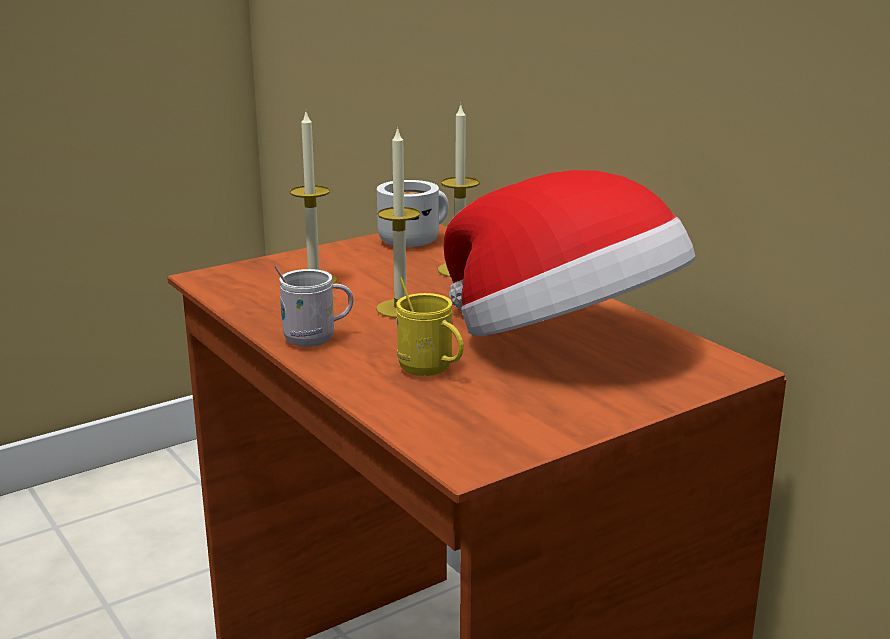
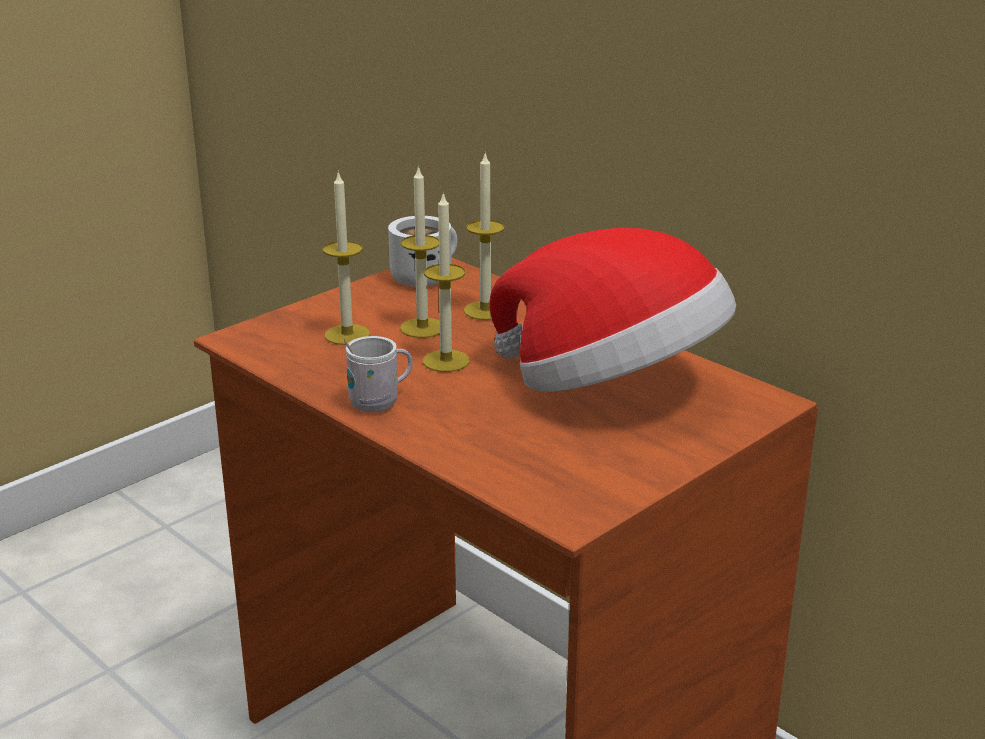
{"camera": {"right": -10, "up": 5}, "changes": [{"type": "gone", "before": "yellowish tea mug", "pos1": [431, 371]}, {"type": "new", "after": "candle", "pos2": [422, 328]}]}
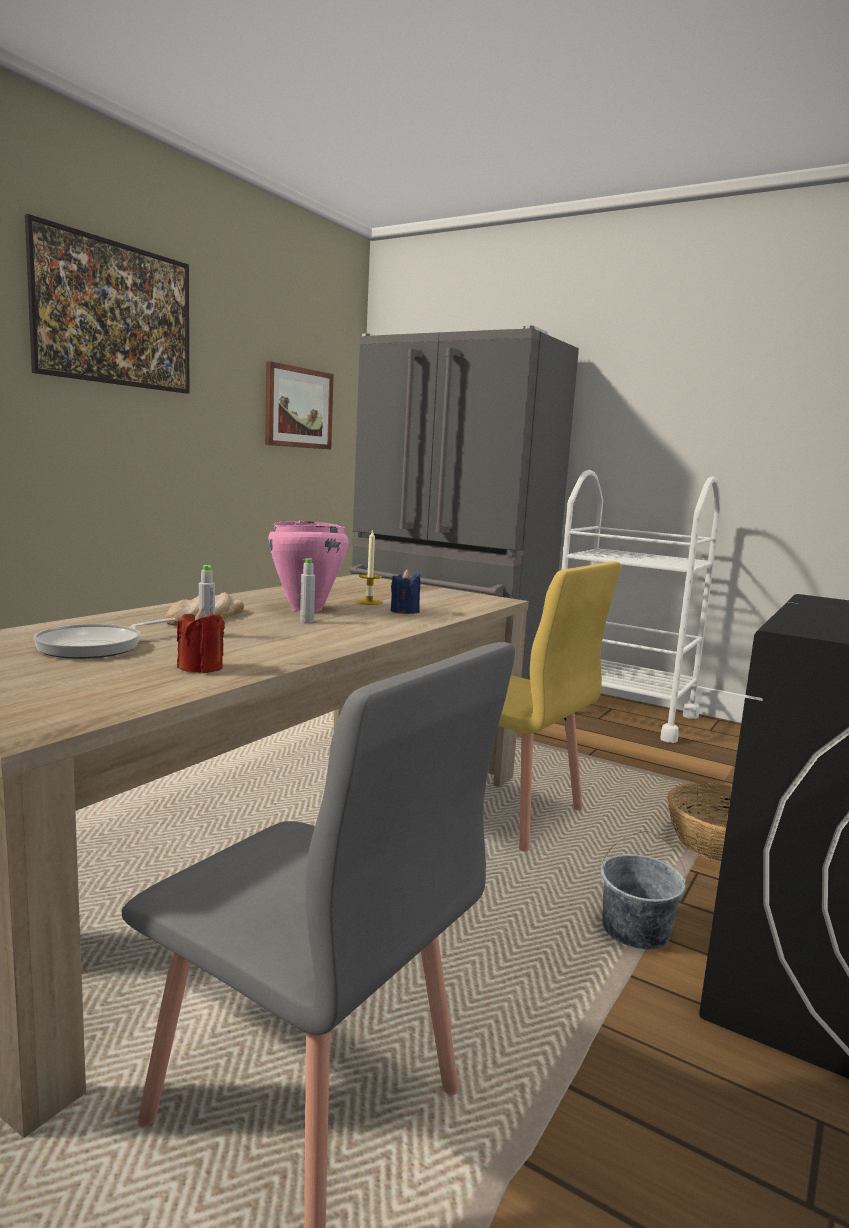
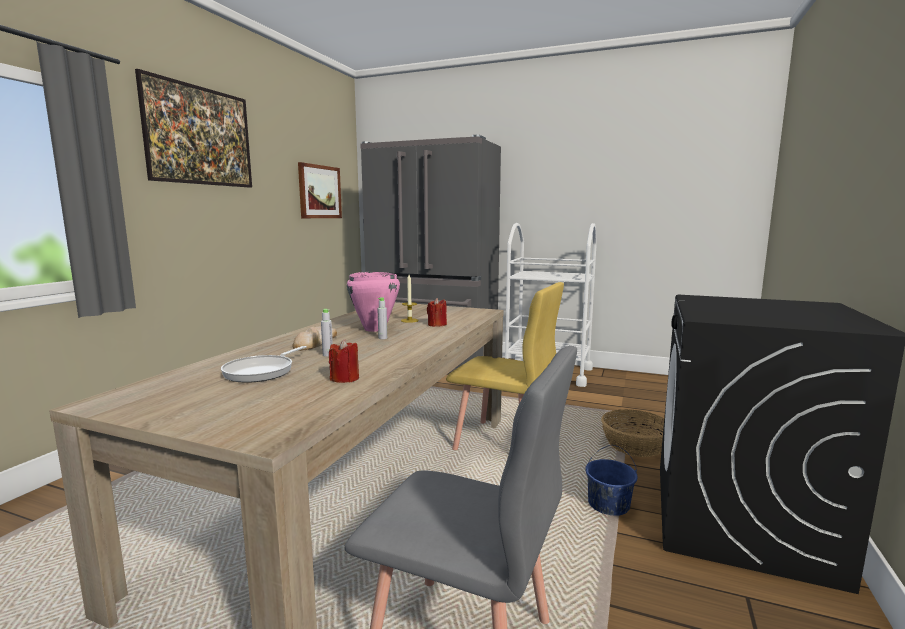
{"camera": {"right": -10, "up": 0}, "changes": [{"type": "repainted", "before": "blue-coloured candle", "after": "red candle", "pos1": [404, 611], "pos2": [437, 325]}, {"type": "repainted", "before": "greyish pail", "after": "blue-coloured pail", "pos1": [635, 930], "pos2": [608, 504]}]}
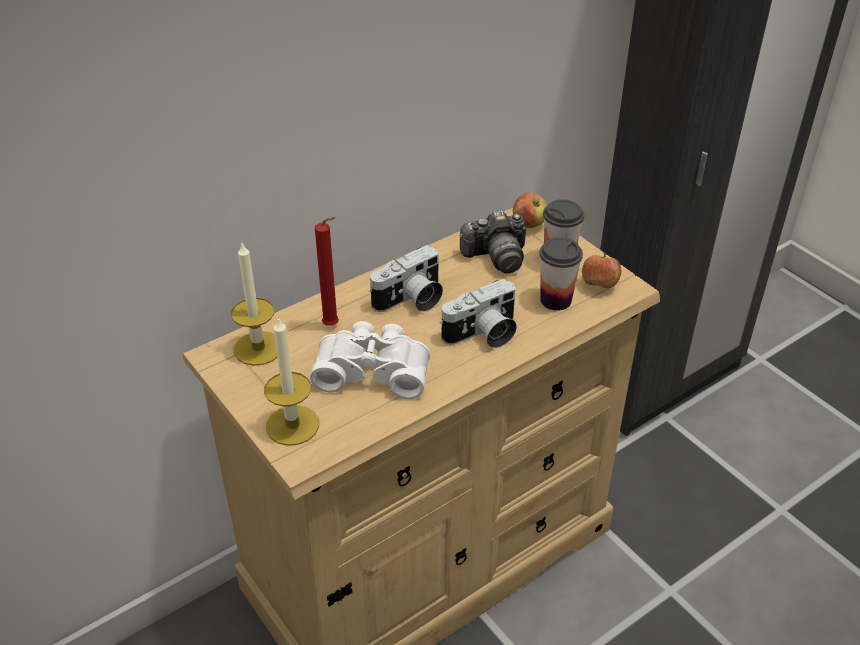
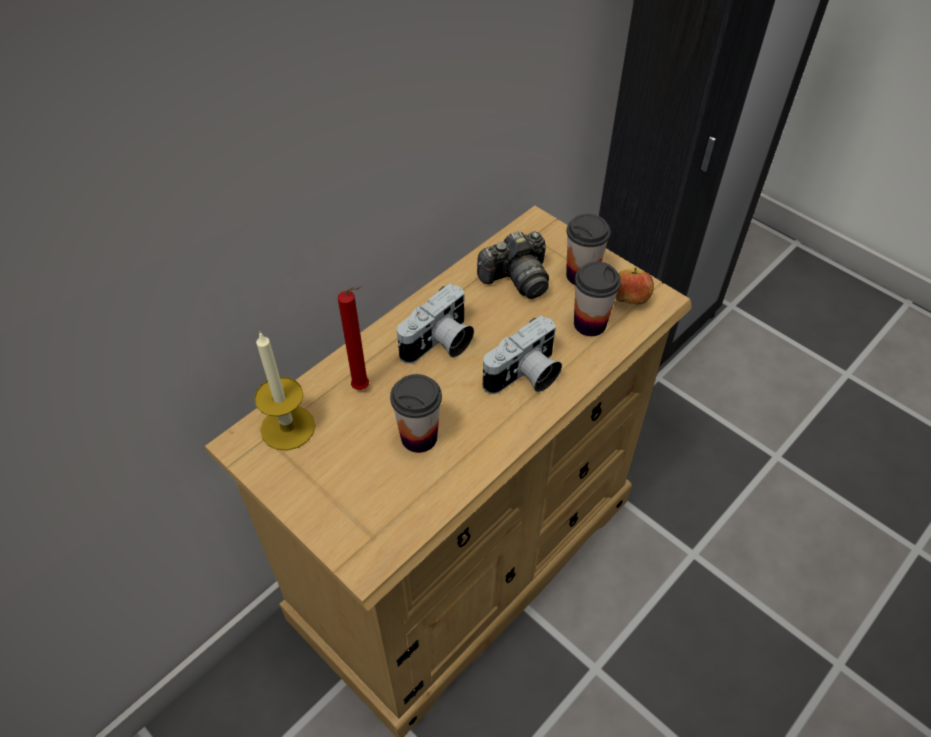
{"camera": {"right": -10, "up": 10}, "changes": [{"type": "gone", "before": "candle", "pos1": [292, 425]}, {"type": "gone", "before": "whole apple", "pos1": [529, 224]}, {"type": "swapped", "before": "white-coloured field glasses", "after": "drinking cup", "pos1": [373, 370], "pos2": [419, 437]}]}
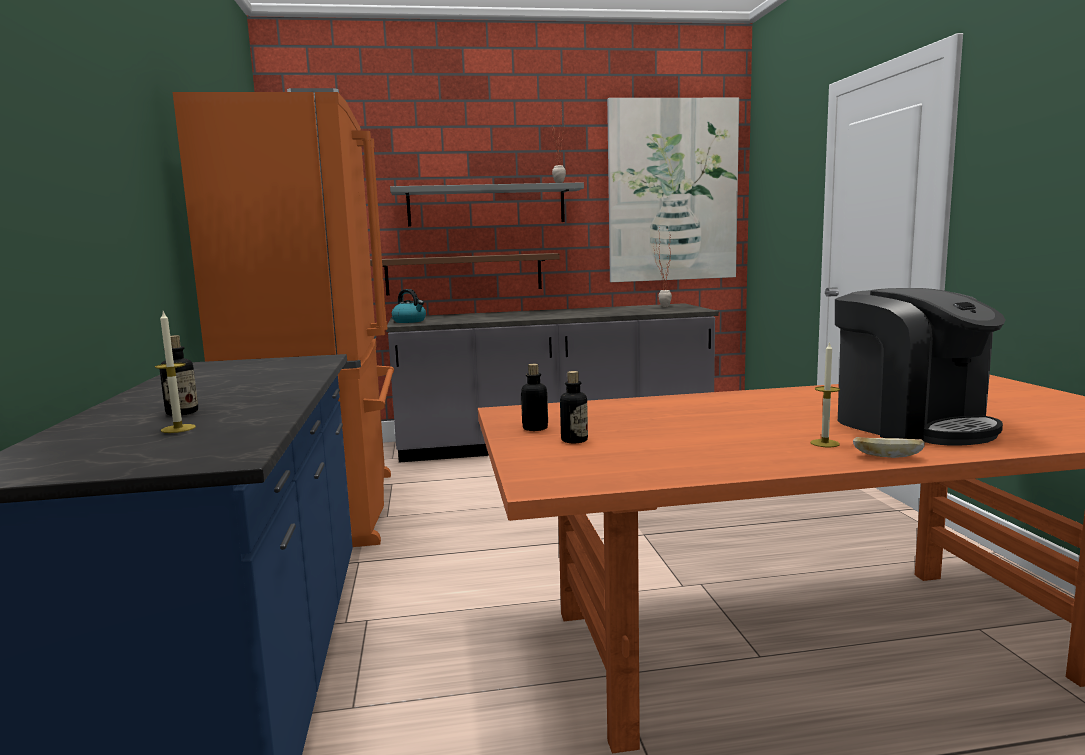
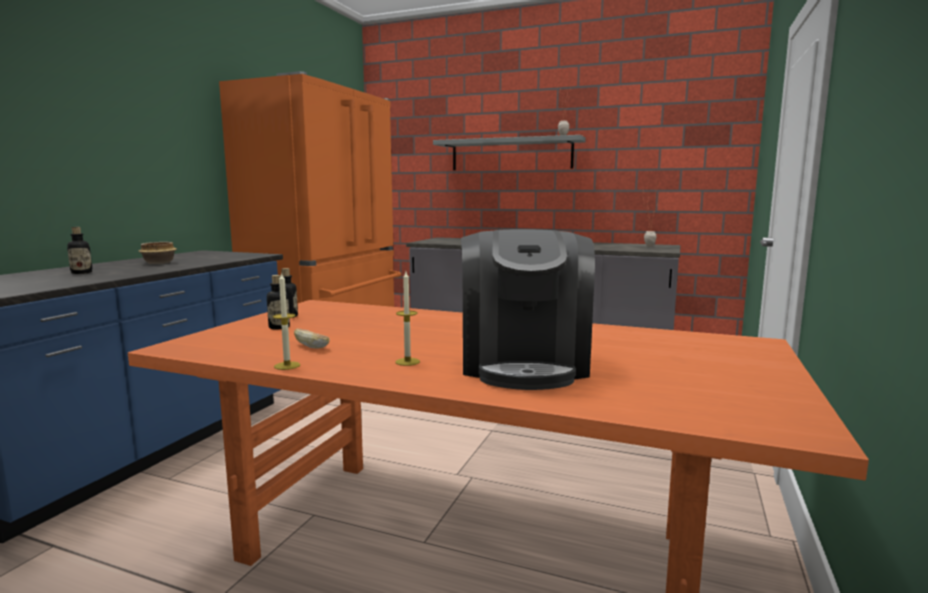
{"camera": {"right": 30, "up": 0}, "changes": [{"type": "gone", "before": "brown-coloured wall shelf", "pos1": [464, 274]}, {"type": "gone", "before": "tea kettle", "pos1": [410, 321]}, {"type": "gone", "before": "wall art", "pos1": [672, 191]}, {"type": "new", "after": "bowl", "pos2": [160, 262]}, {"type": "shifted", "before": "candle", "pos1": [178, 429], "pos2": [287, 365]}, {"type": "shifted", "before": "bread", "pos1": [887, 457], "pos2": [312, 347]}]}
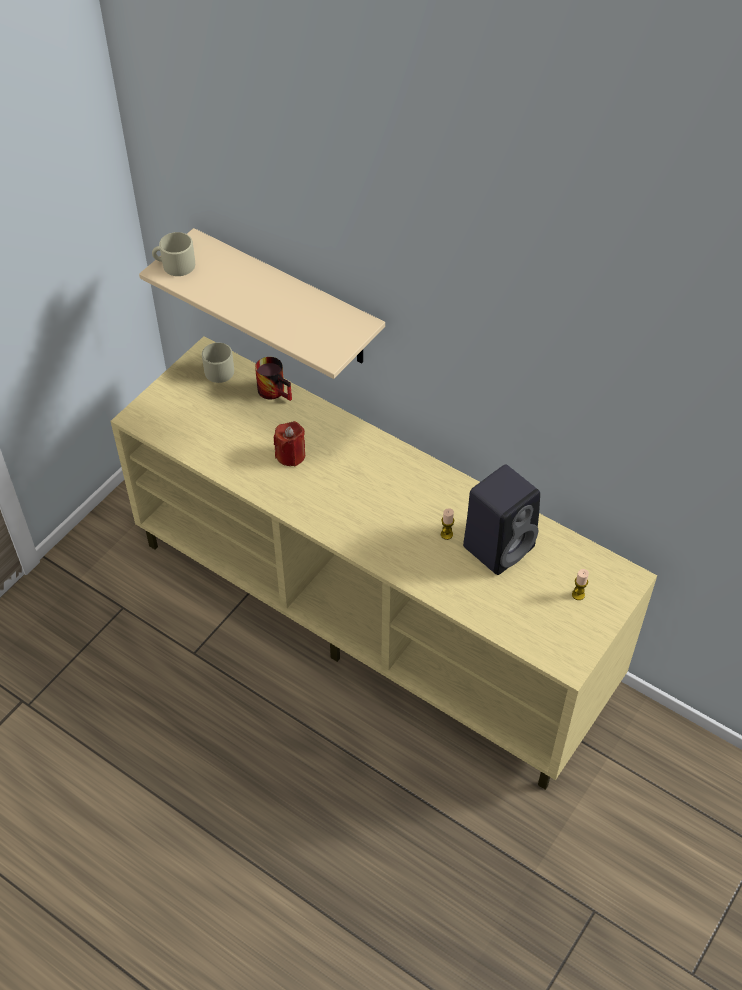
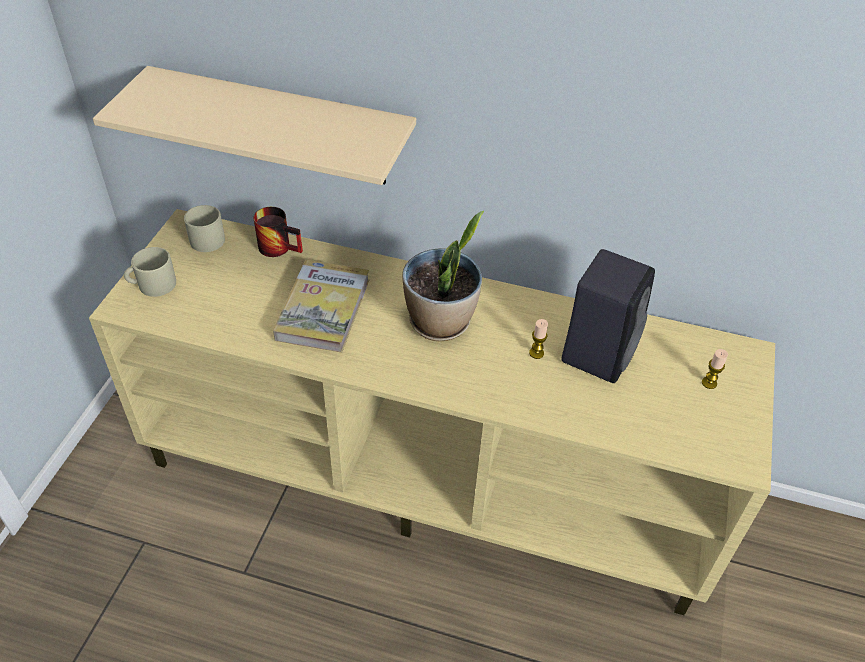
{"camera": {"right": -20, "up": -5}, "changes": [{"type": "new", "after": "potted plant", "pos2": [440, 323]}, {"type": "shifted", "before": "beige-coloured tea mug", "pos1": [174, 265], "pos2": [152, 284]}, {"type": "swapped", "before": "red candle", "after": "bound book", "pos1": [290, 455], "pos2": [323, 309]}]}
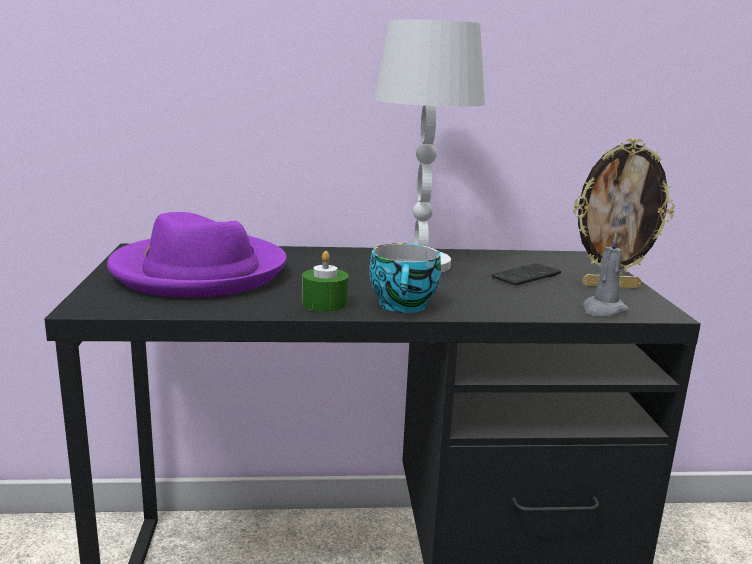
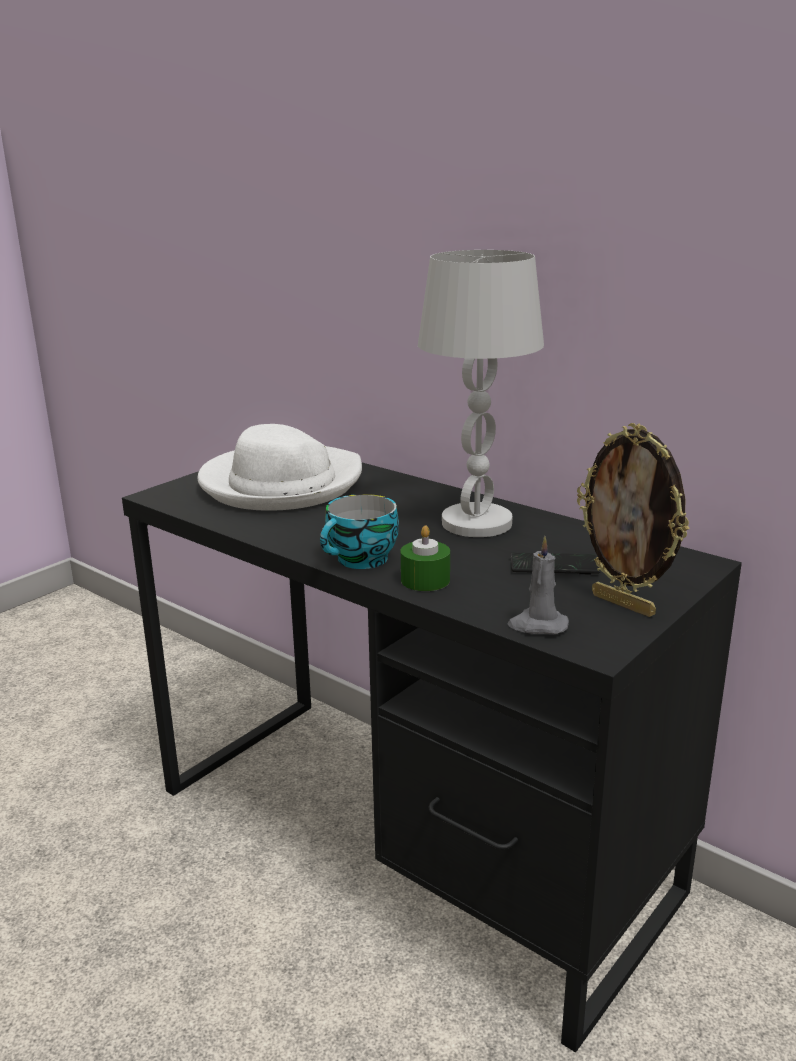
{"camera": {"right": 45, "up": 5}, "changes": [{"type": "shifted", "before": "green-coloured candle", "pos1": [324, 303], "pos2": [425, 580]}, {"type": "repainted", "before": "purple-coloured wearable hat", "after": "white-coloured wearable hat", "pos1": [199, 272], "pos2": [281, 483]}]}
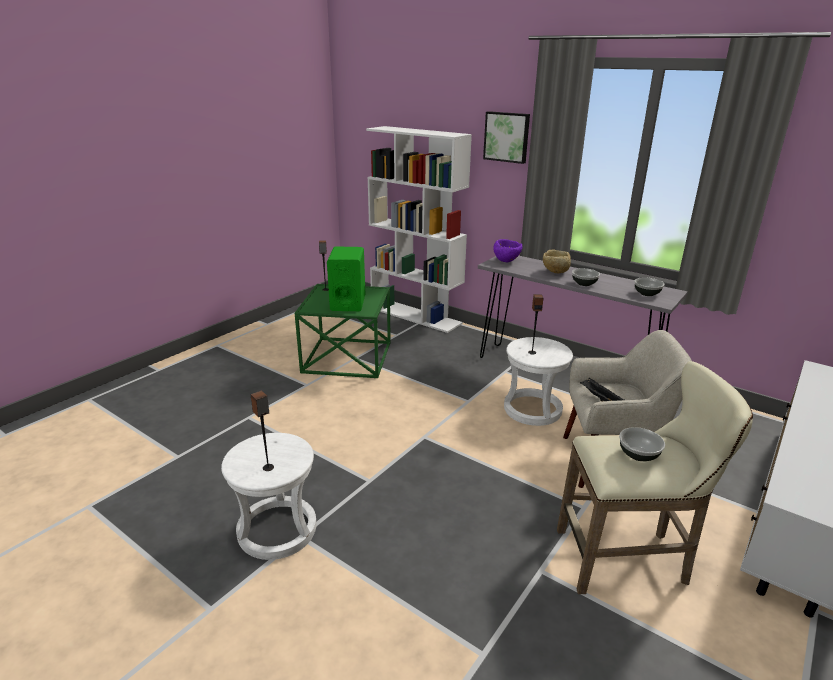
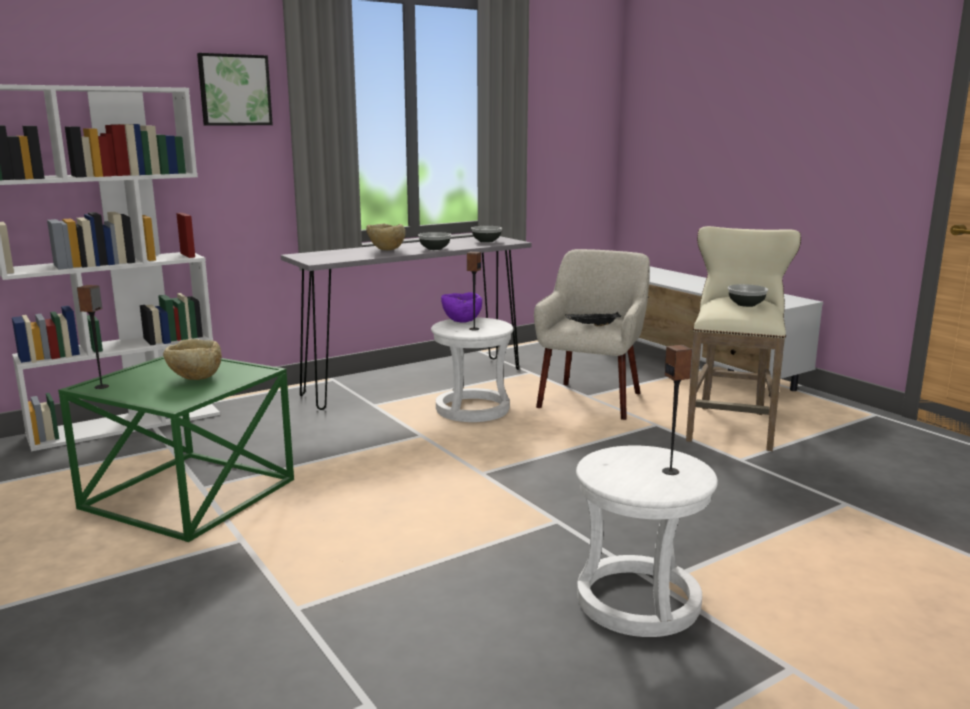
{"camera": {"right": -70, "up": -10}, "changes": [{"type": "shifted", "before": "purple-coloured bowl", "pos1": [507, 261], "pos2": [461, 321]}, {"type": "swapped", "before": "green-coloured audio speaker", "after": "beige-coloured bowl", "pos1": [348, 303], "pos2": [195, 378]}]}
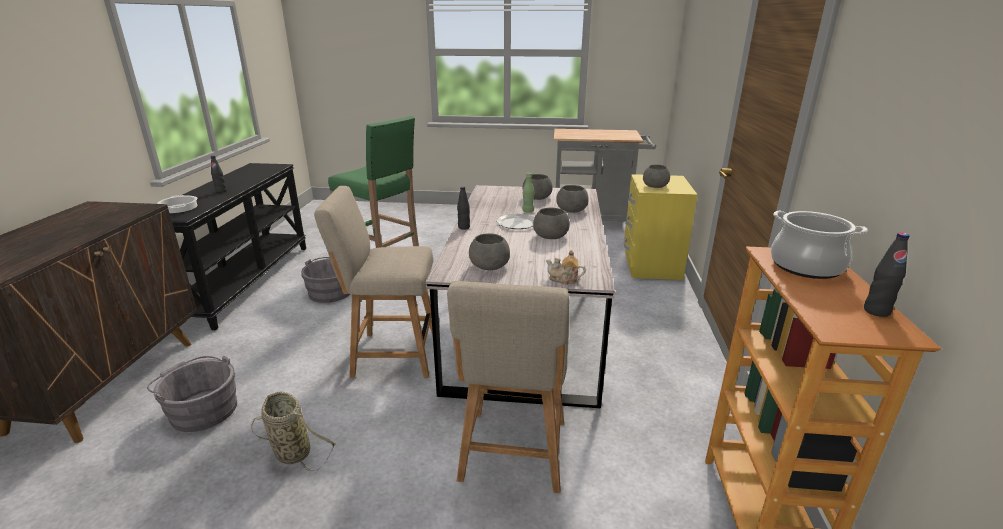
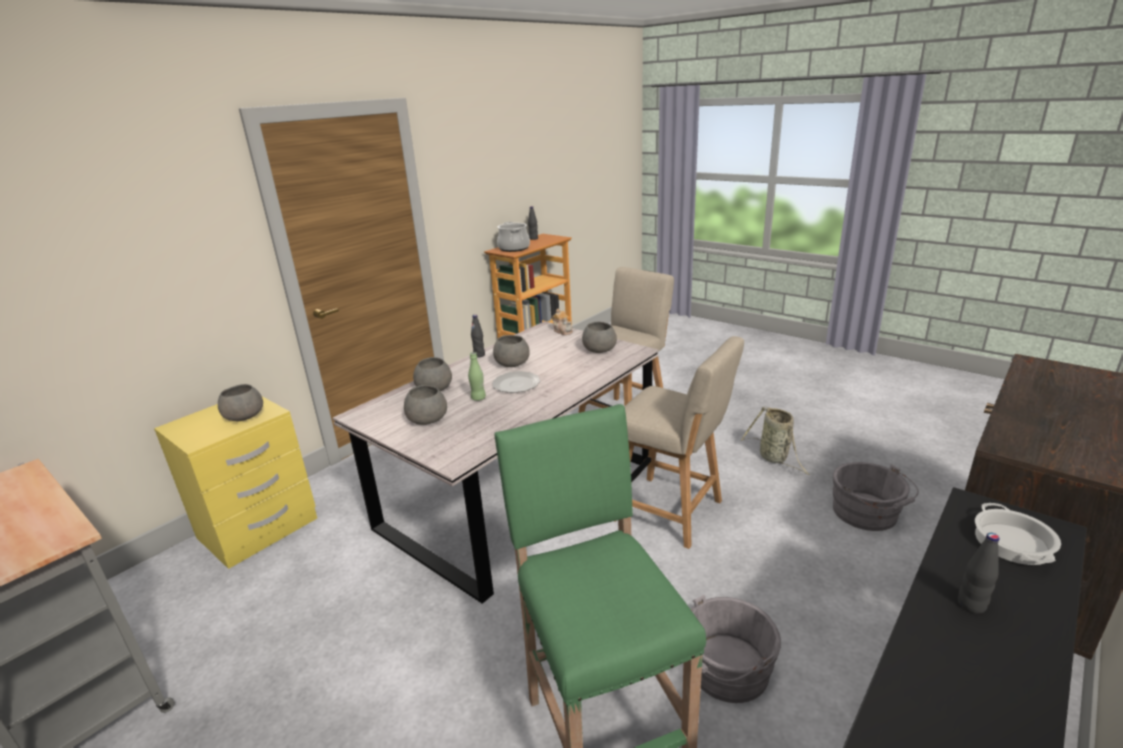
{"camera": {"right": -145, "up": 0}, "changes": [{"type": "shifted", "before": "black-coloured drink bottle", "pos1": [464, 227], "pos2": [479, 355]}]}
